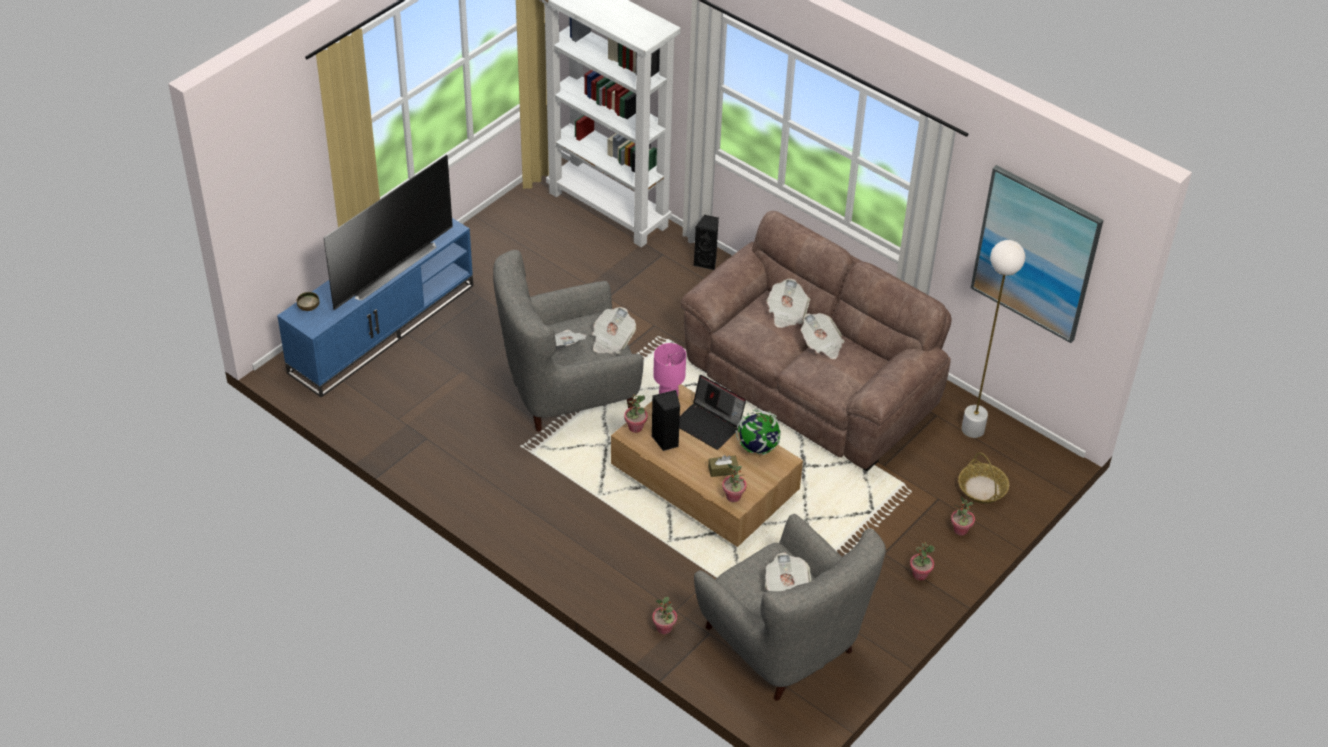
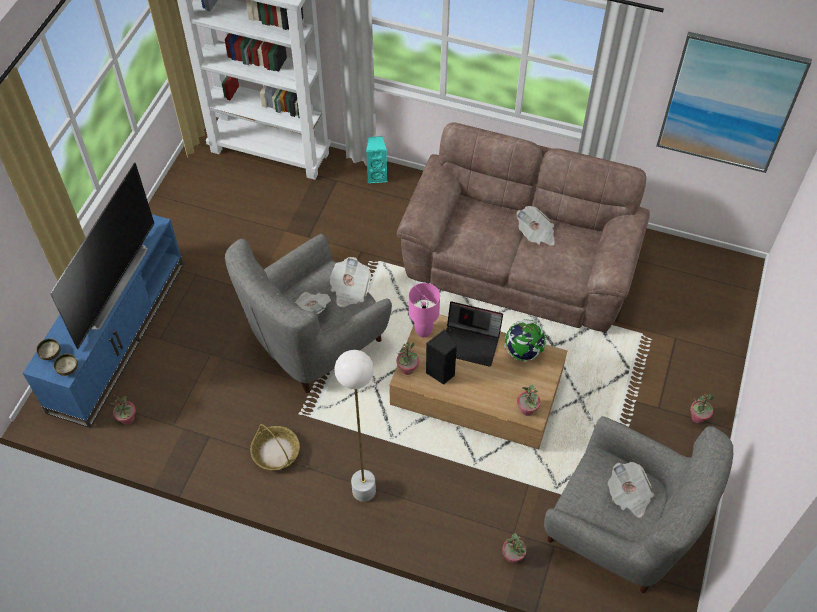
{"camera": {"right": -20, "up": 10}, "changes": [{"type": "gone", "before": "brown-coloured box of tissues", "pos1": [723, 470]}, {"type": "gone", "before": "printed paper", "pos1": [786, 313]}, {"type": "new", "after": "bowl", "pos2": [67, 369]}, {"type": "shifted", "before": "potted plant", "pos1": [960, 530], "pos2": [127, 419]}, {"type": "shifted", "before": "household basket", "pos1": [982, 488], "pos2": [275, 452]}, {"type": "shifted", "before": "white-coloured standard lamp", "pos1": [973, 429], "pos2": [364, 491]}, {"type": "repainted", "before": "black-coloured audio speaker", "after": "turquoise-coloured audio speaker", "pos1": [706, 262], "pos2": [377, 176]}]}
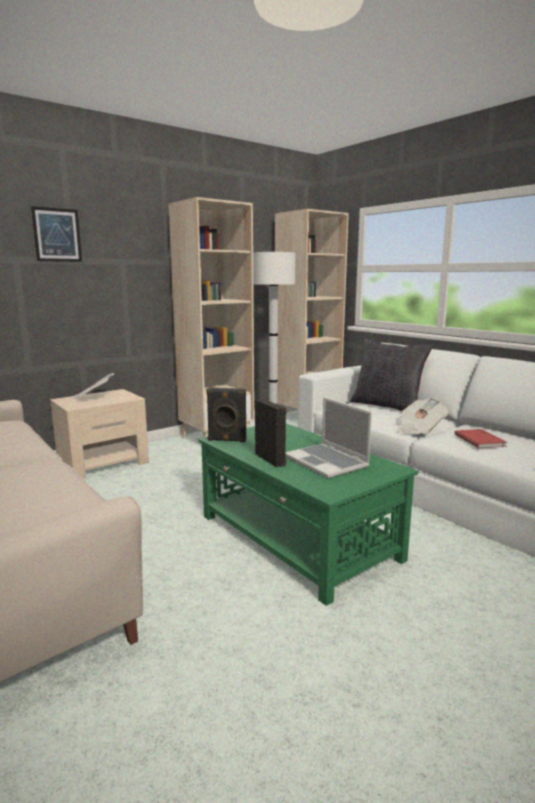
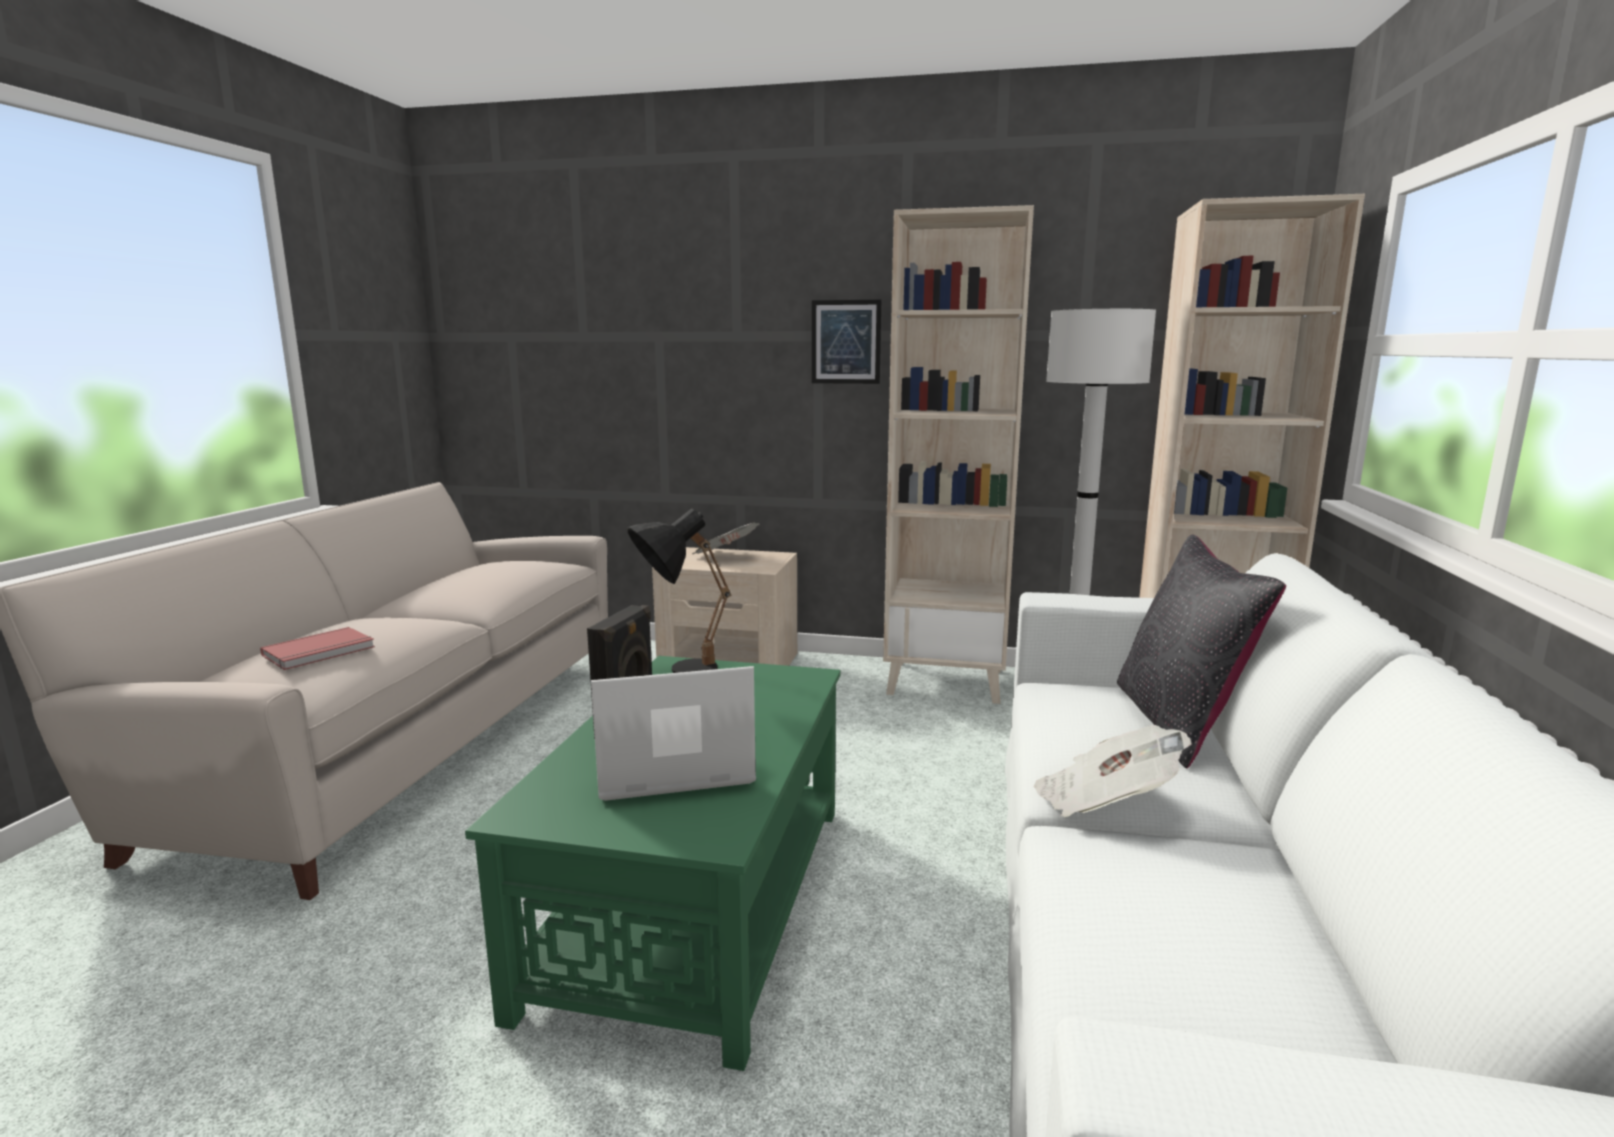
{"camera": {"right": 50, "up": 0}, "changes": [{"type": "shifted", "before": "wall art", "pos1": [57, 235], "pos2": [846, 342]}, {"type": "shifted", "before": "red bound book", "pos1": [480, 440], "pos2": [320, 652]}, {"type": "swapped", "before": "black-coloured audio speaker", "after": "black-coloured tabletop lamp", "pos1": [227, 440], "pos2": [677, 671]}, {"type": "rotated", "before": "portable computer", "pos1": [327, 462], "pos2": [671, 768], "turn": 60}]}
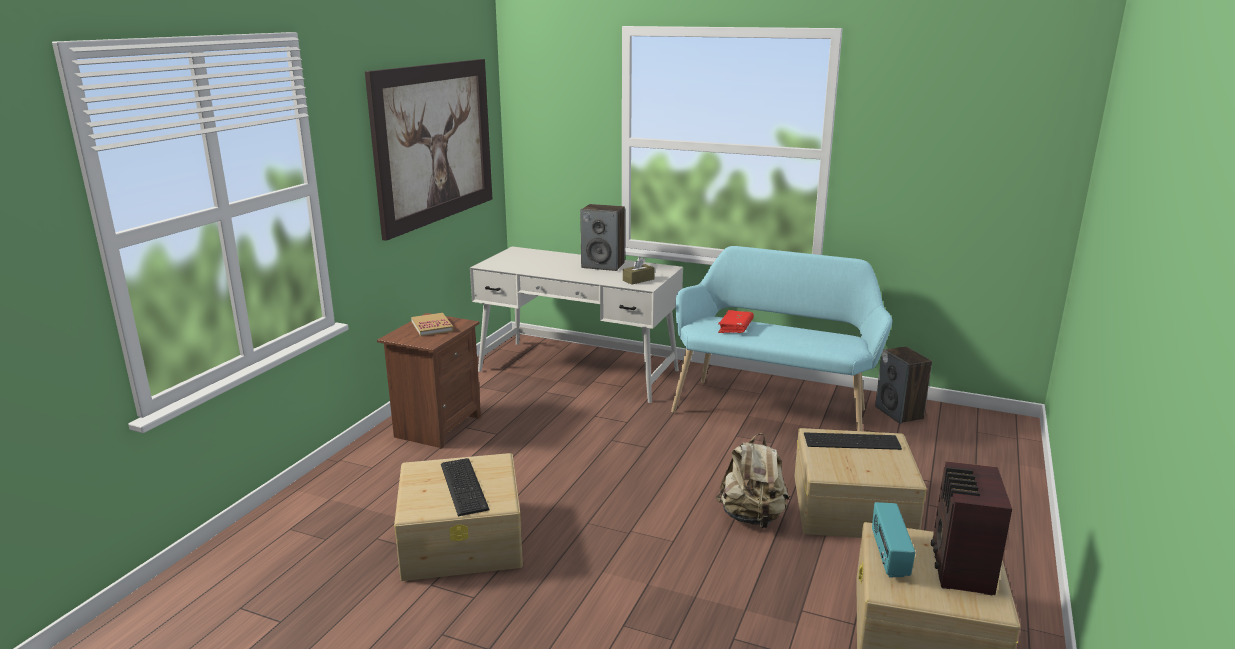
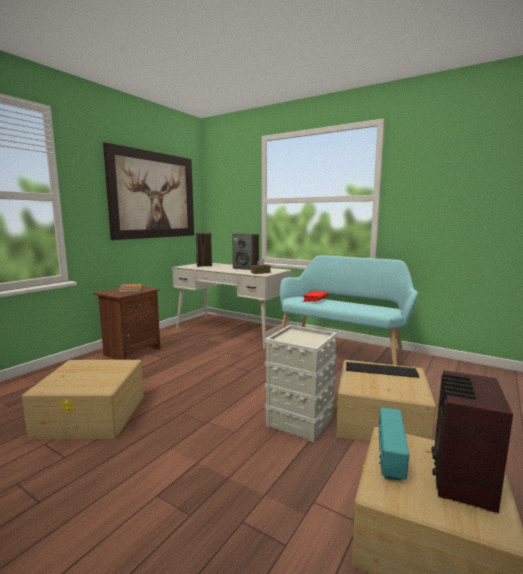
{"camera": {"right": 10, "up": -10}, "changes": [{"type": "gone", "before": "PC keyboard", "pos1": [465, 485]}, {"type": "shifted", "before": "audio speaker", "pos1": [899, 413], "pos2": [204, 265]}, {"type": "swapped", "before": "beige-coloured backpack", "after": "greyish storage bin", "pos1": [752, 517], "pos2": [301, 421]}]}
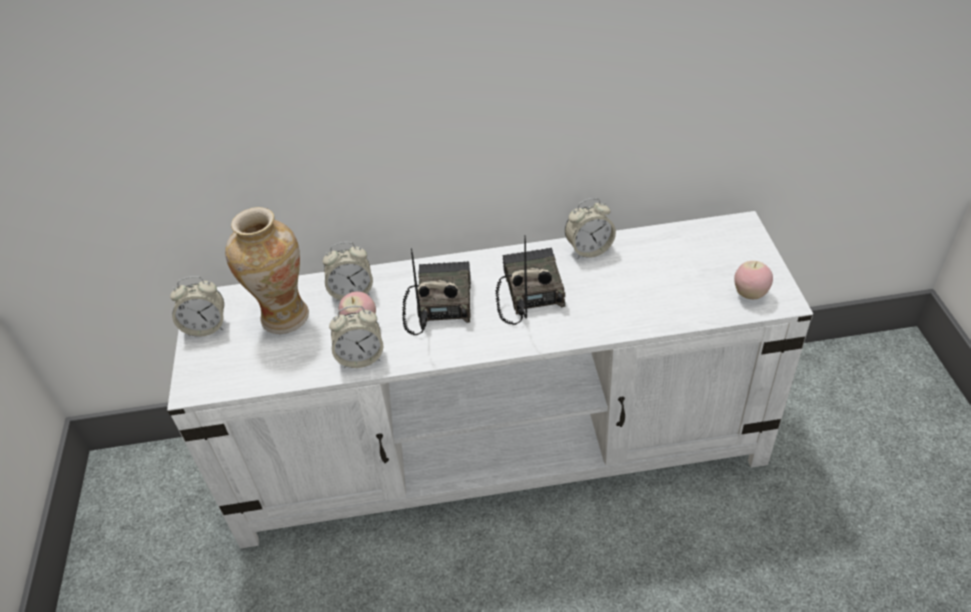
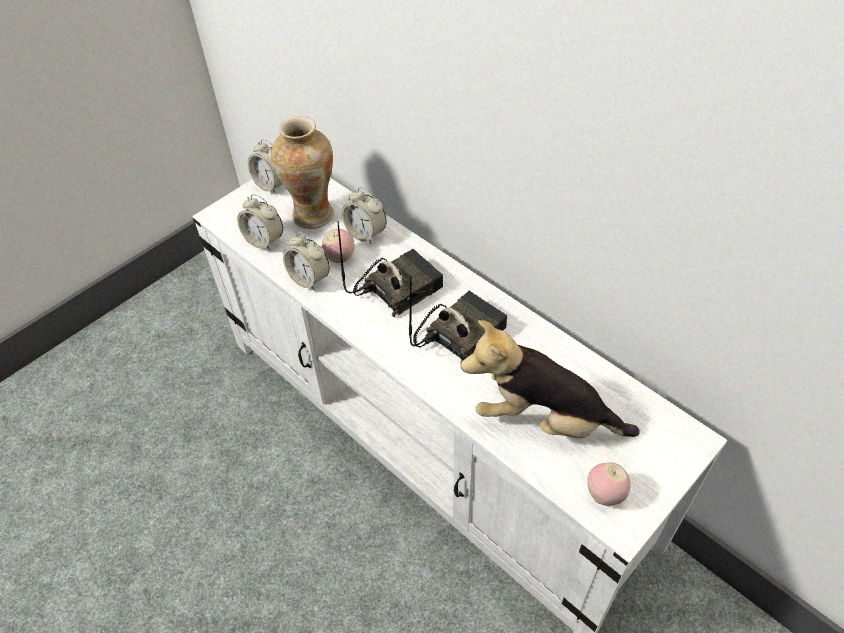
{"camera": {"right": 50, "up": 5}, "changes": [{"type": "new", "after": "plush toy", "pos2": [543, 419]}, {"type": "shifted", "before": "table clock", "pos1": [589, 249], "pos2": [264, 240]}]}
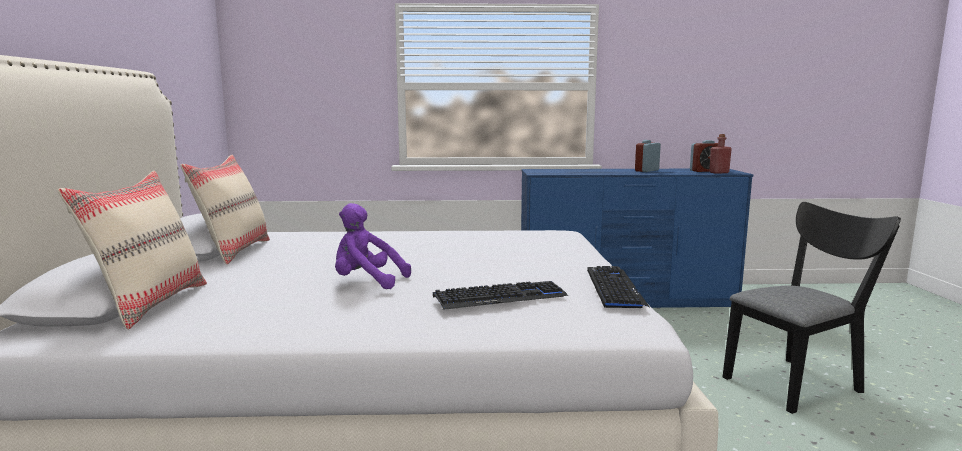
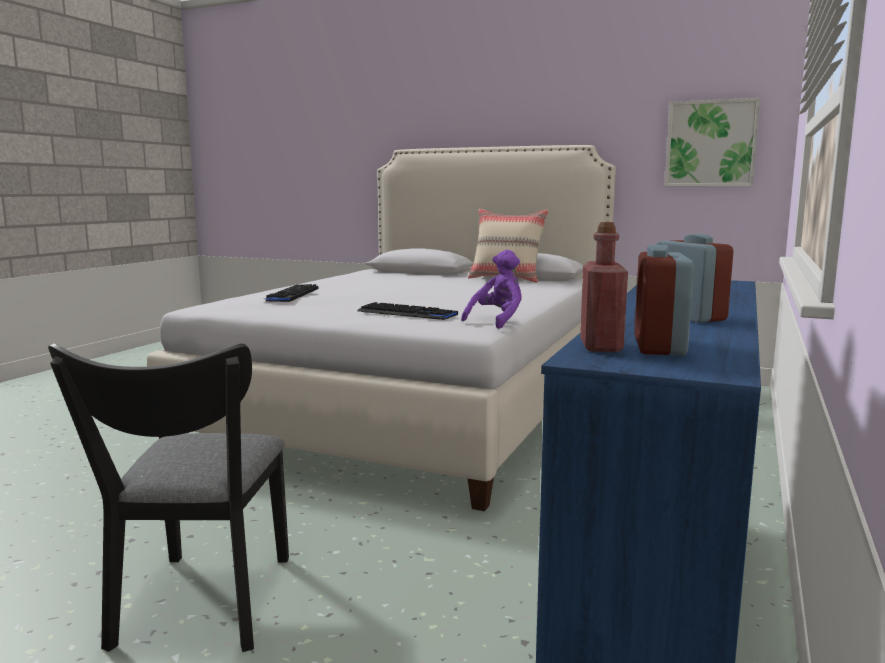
{"camera": {"right": 115, "up": 0}, "changes": [{"type": "gone", "before": "beige-coloured pillow", "pos1": [150, 304]}, {"type": "new", "after": "wall art", "pos2": [711, 143]}, {"type": "shifted", "before": "purple-coloured plush toy", "pos1": [366, 282], "pos2": [497, 321]}, {"type": "shifted", "before": "PC keyboard", "pos1": [614, 288], "pos2": [407, 313]}]}
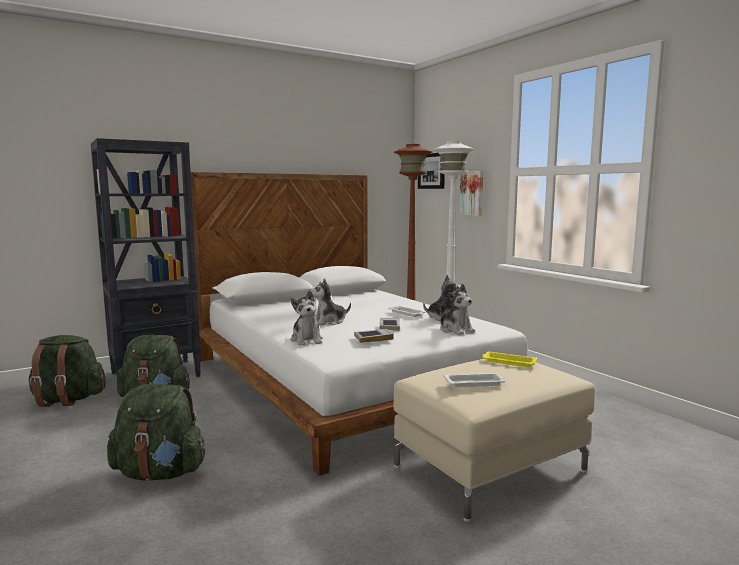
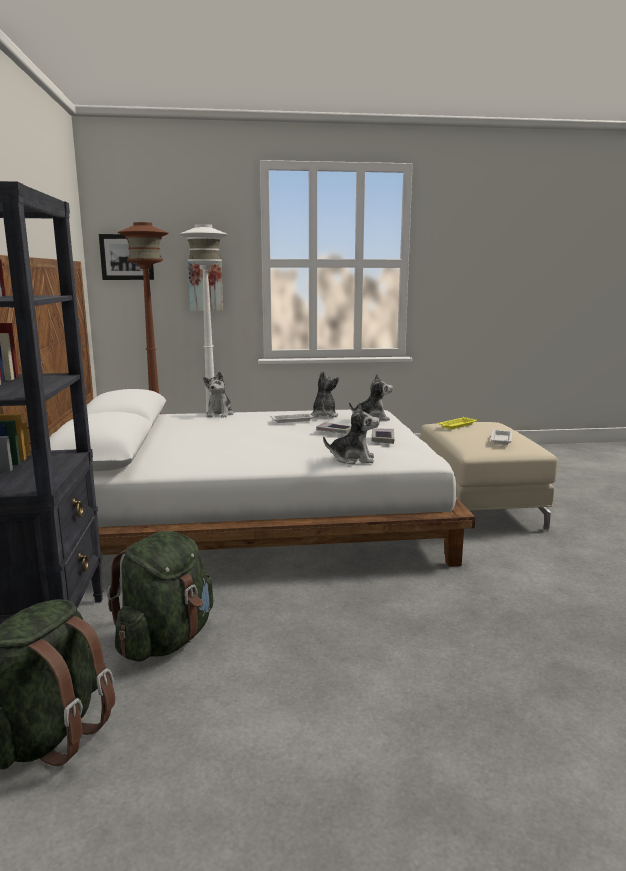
{"camera": {"right": -65, "up": 5}, "changes": [{"type": "gone", "before": "green-coloured backpack", "pos1": [160, 473]}, {"type": "shifted", "before": "plush toy", "pos1": [329, 322], "pos2": [220, 414]}]}
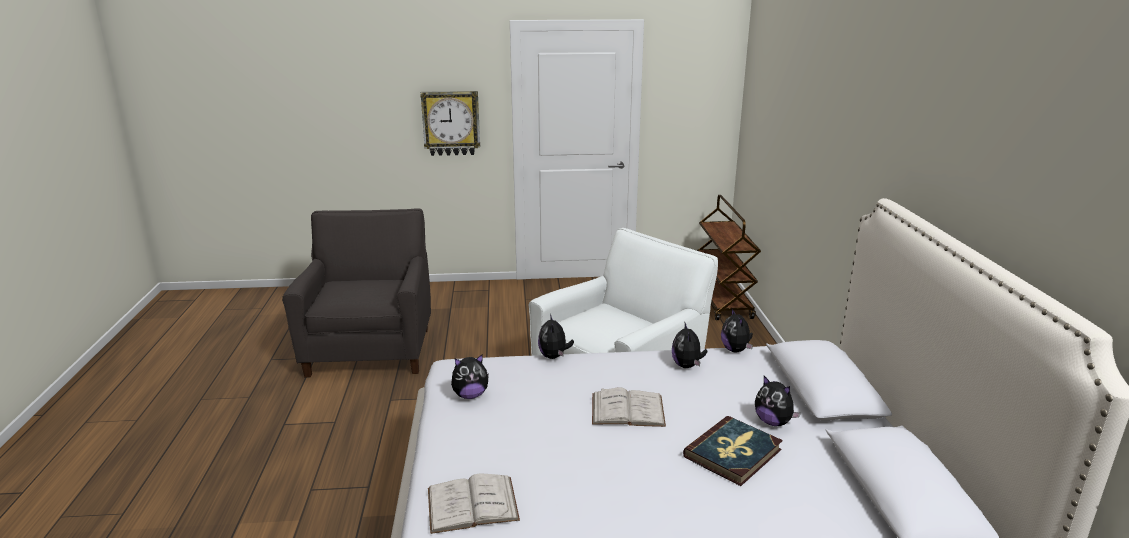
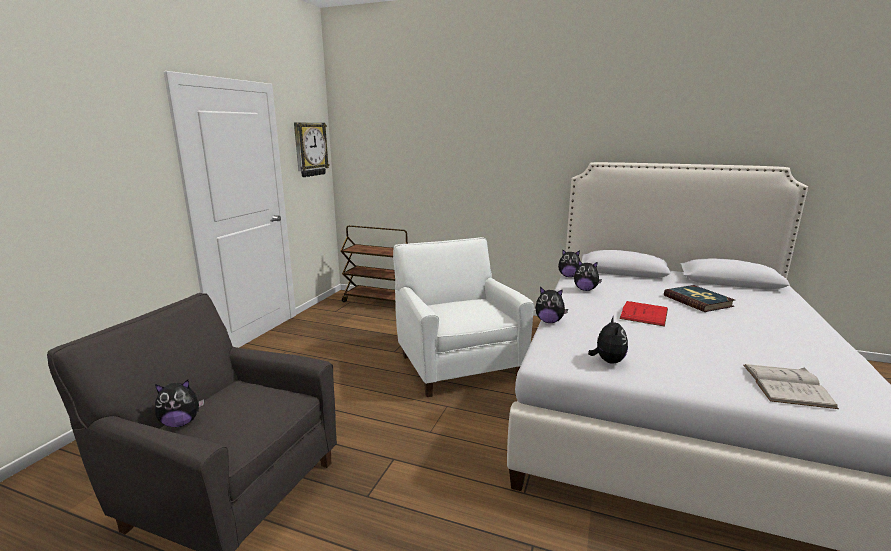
{"camera": {"right": -65, "up": -5}, "changes": [{"type": "shifted", "before": "hanging clock", "pos1": [451, 123], "pos2": [310, 149]}, {"type": "shifted", "before": "plush toy", "pos1": [773, 422], "pos2": [181, 423]}, {"type": "repainted", "before": "white-coloured bound book", "after": "red bound book", "pos1": [627, 409], "pos2": [644, 313]}]}
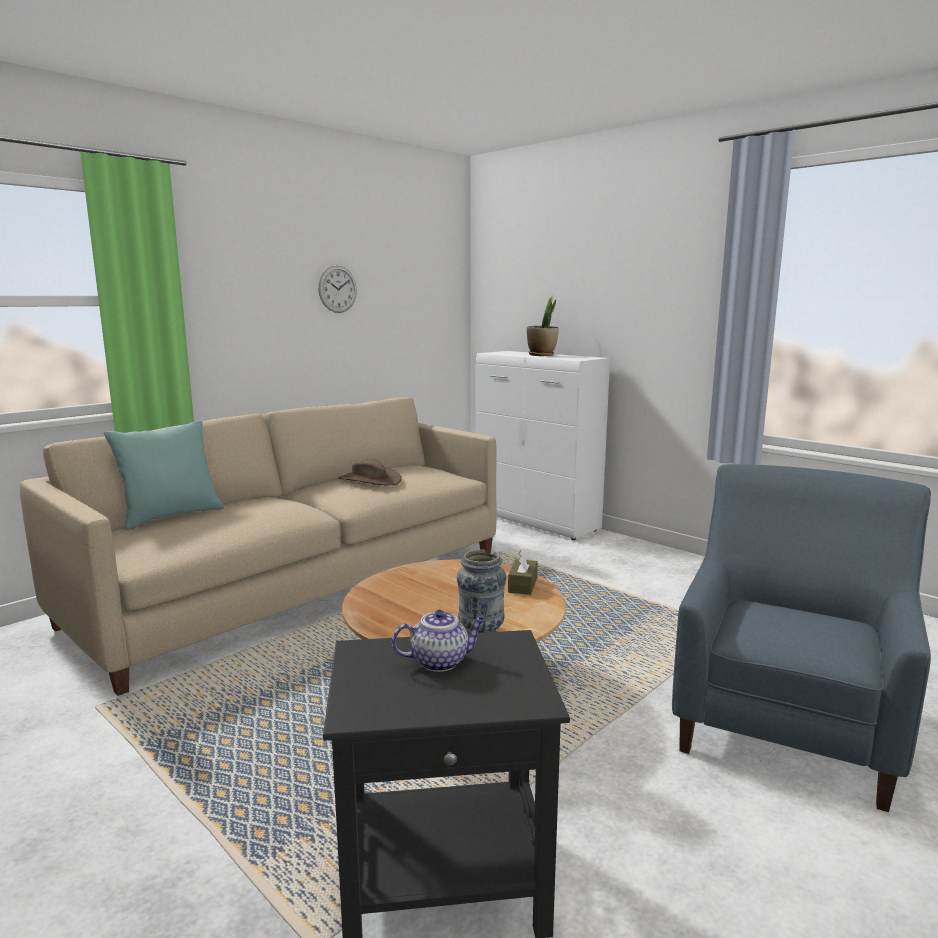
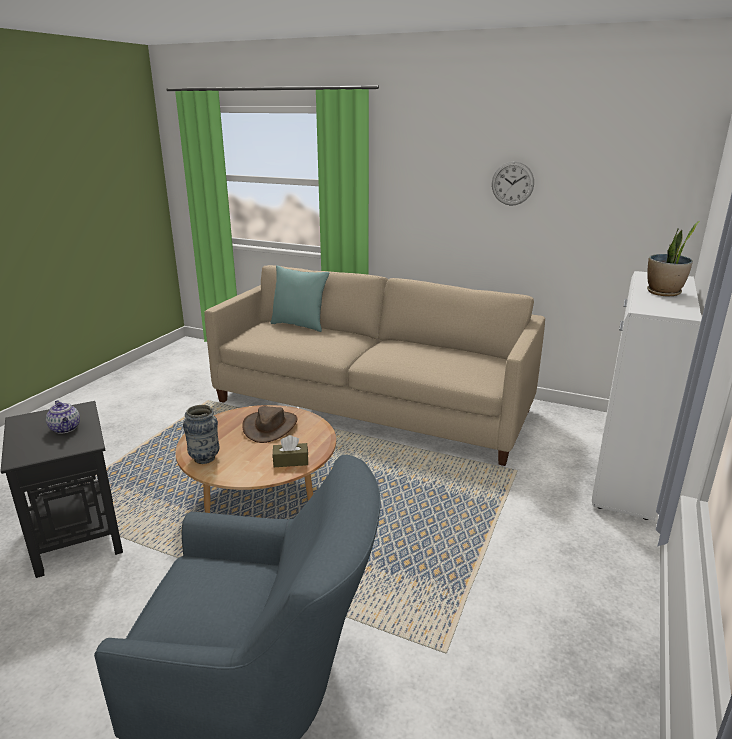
{"camera": {"right": 70, "up": 10}, "changes": [{"type": "shifted", "before": "brown-coloured wearable hat", "pos1": [369, 480], "pos2": [270, 426]}]}
